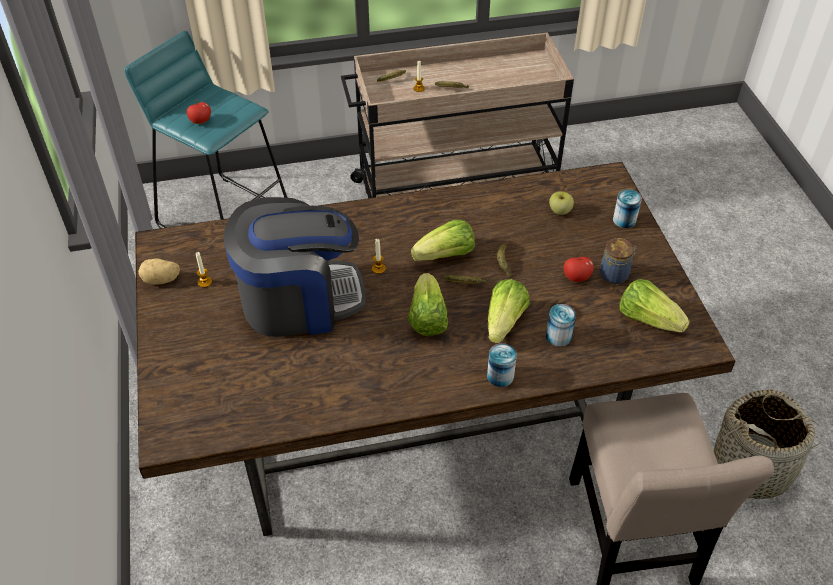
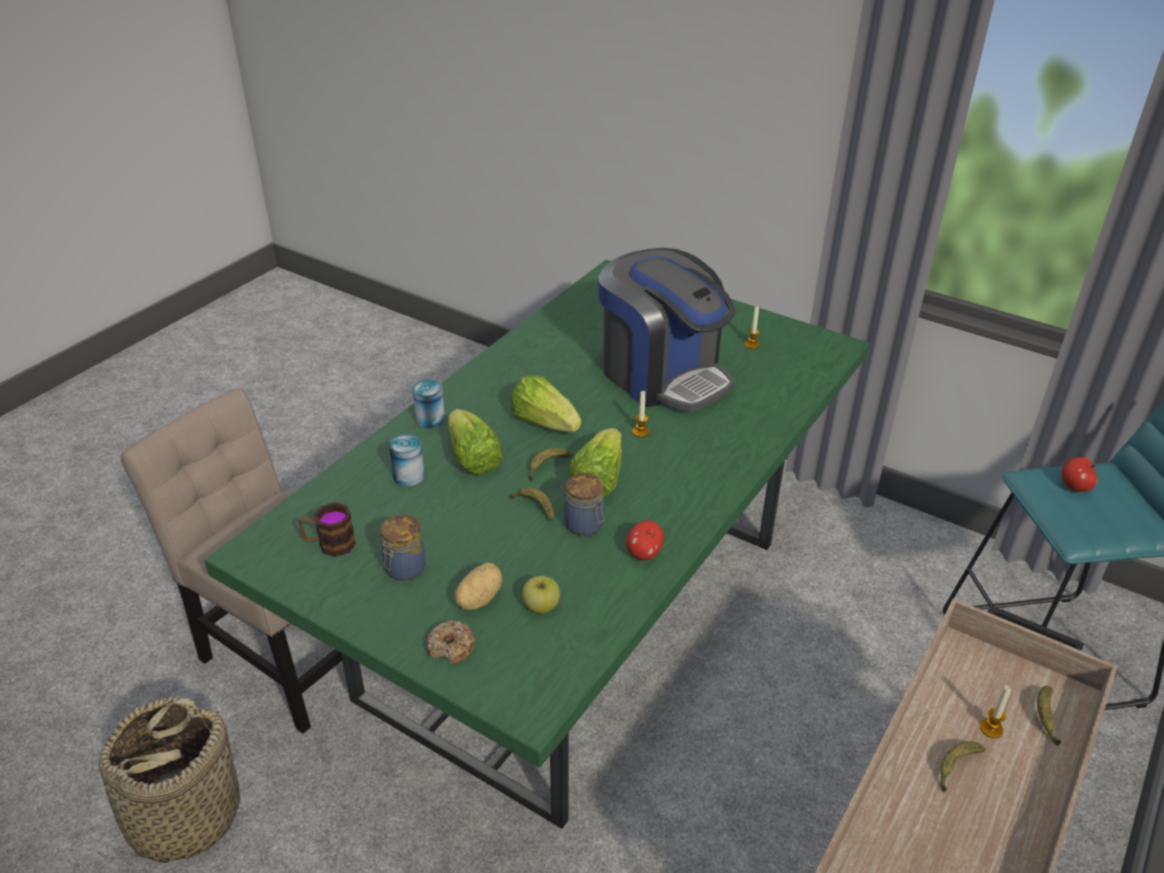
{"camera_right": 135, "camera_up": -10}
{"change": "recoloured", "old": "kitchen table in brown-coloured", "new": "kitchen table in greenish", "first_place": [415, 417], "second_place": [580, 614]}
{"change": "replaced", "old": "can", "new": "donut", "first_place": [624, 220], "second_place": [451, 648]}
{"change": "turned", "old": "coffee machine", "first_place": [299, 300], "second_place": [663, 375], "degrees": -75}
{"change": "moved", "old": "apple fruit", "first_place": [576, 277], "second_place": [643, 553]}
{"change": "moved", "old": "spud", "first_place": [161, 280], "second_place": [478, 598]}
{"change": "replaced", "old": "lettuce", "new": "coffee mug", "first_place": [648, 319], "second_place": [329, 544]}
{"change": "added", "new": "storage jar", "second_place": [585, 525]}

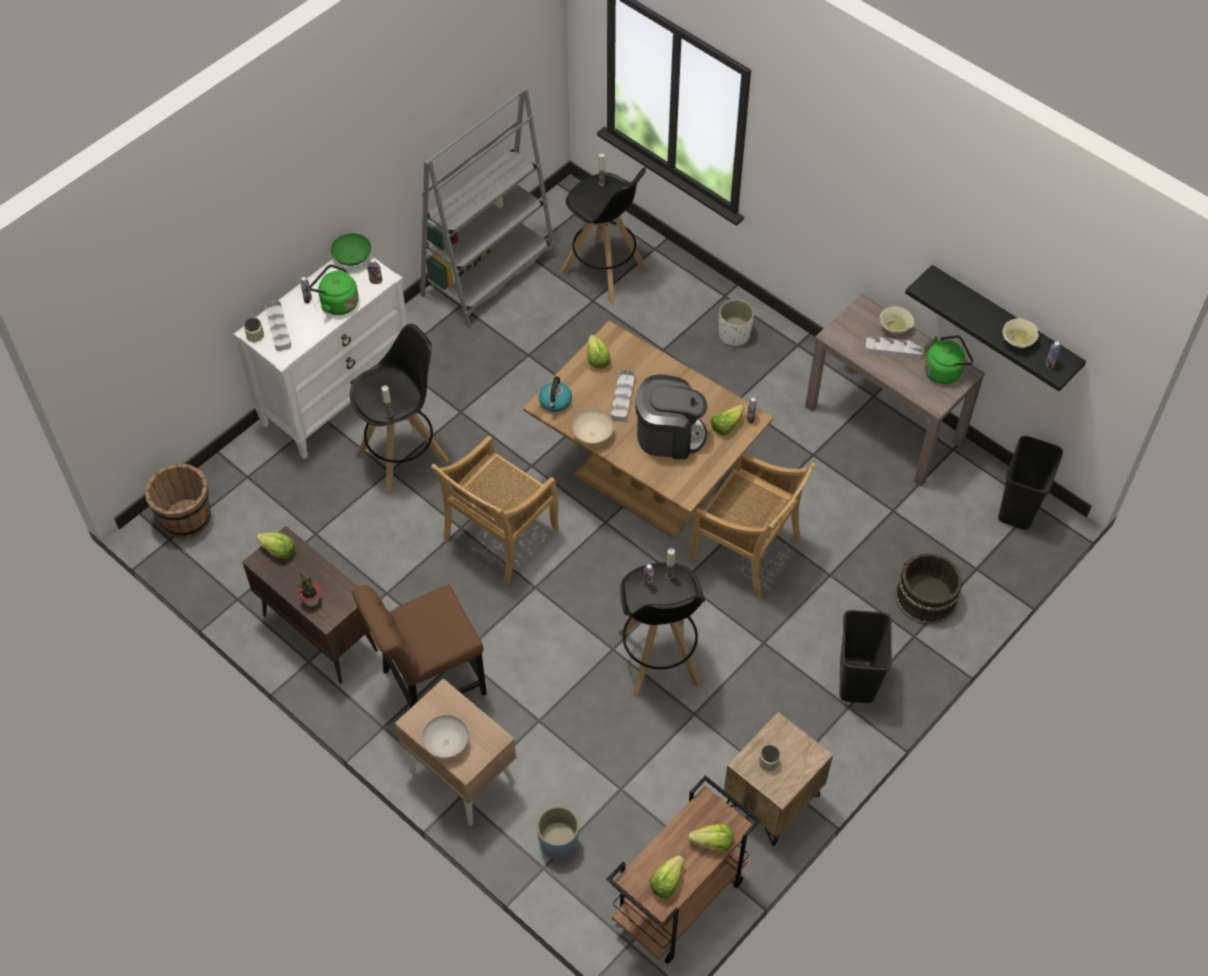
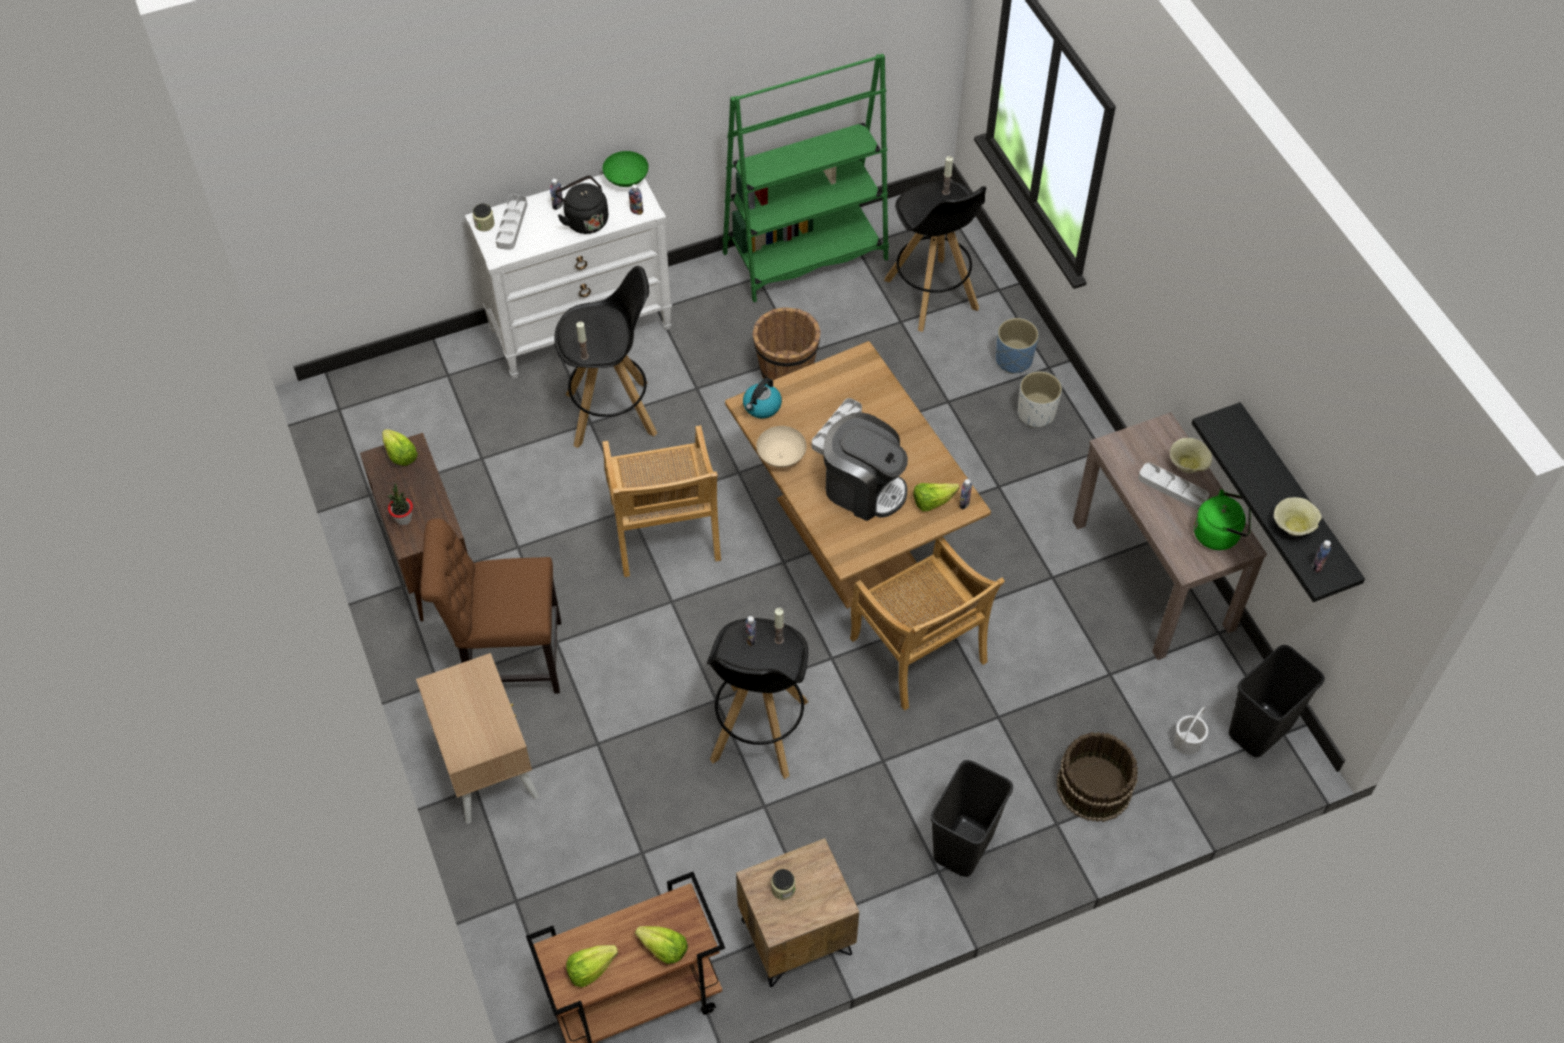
{"camera_right": 25, "camera_up": 0}
{"change": "recoloured", "old": "bookcase in grey", "new": "bookcase in greenish", "first_place": [489, 275], "second_place": [805, 256]}
{"change": "recoloured", "old": "water kettle in greenish", "new": "water kettle in black-coloured", "first_place": [337, 303], "second_place": [585, 220]}
{"change": "removed", "old": "lettuce", "first_place": [597, 359]}
{"change": "turned", "old": "plain chair in beige-coloured", "first_place": [500, 535], "second_place": [665, 533], "degrees": -75}
{"change": "moved", "old": "pail in brown-coloured", "first_place": [186, 518], "second_place": [786, 370]}
{"change": "removed", "old": "bowl in white-coloured", "first_place": [446, 744]}
{"change": "moved", "old": "plant pot in bluish", "first_place": [558, 842], "second_place": [1013, 359]}
{"change": "added", "new": "pail in white-coloured", "second_place": [1187, 742]}

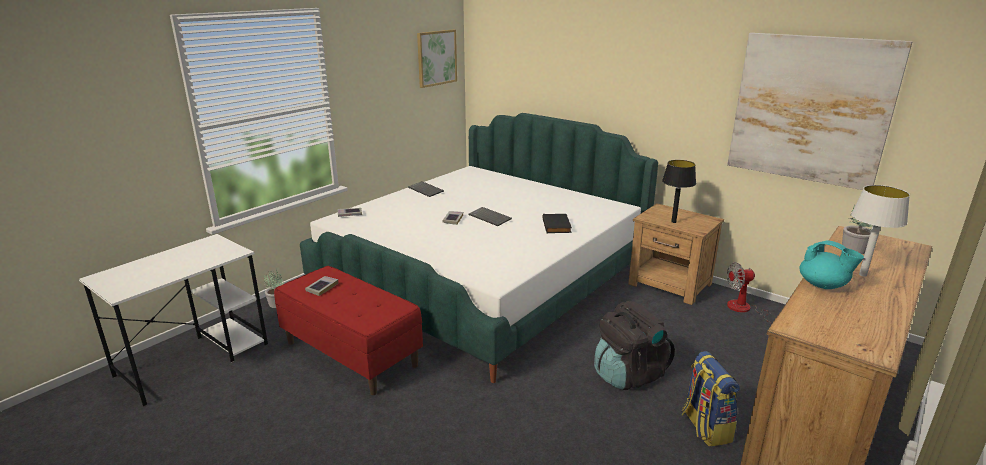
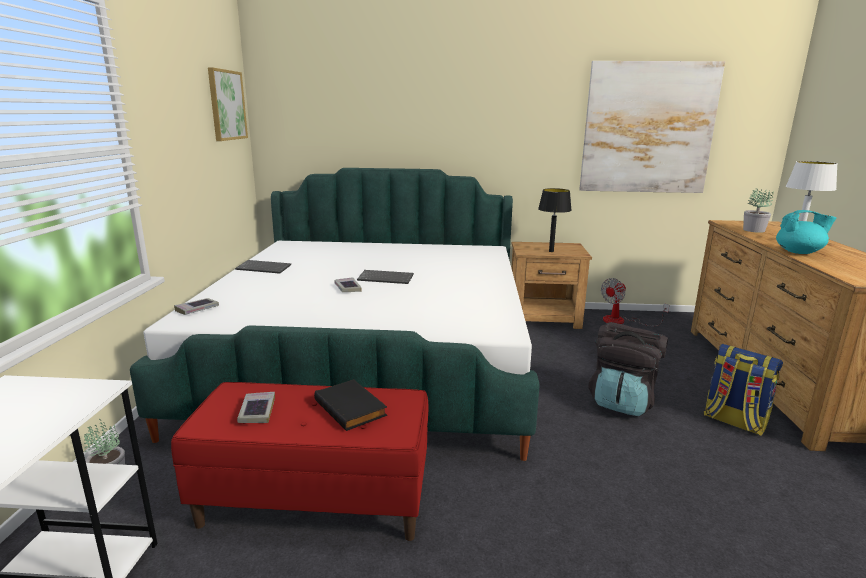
{"camera_right": -35, "camera_up": -5}
{"change": "moved", "old": "book in black-coloured", "first_place": [557, 226], "second_place": [352, 408]}

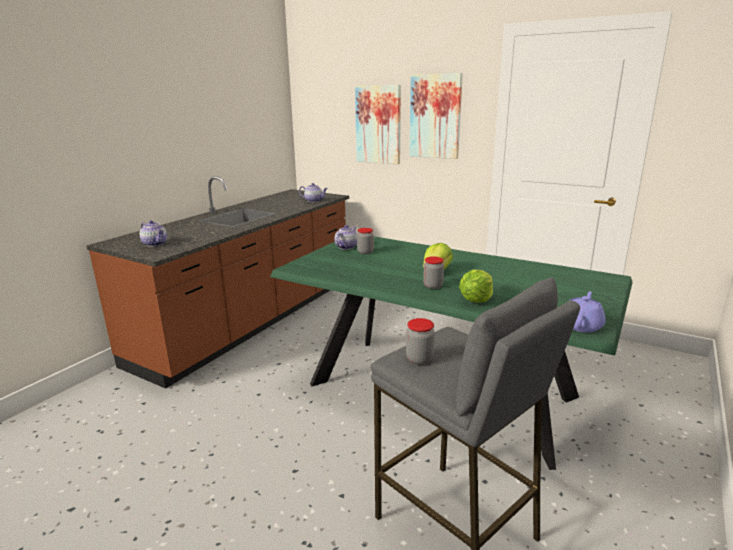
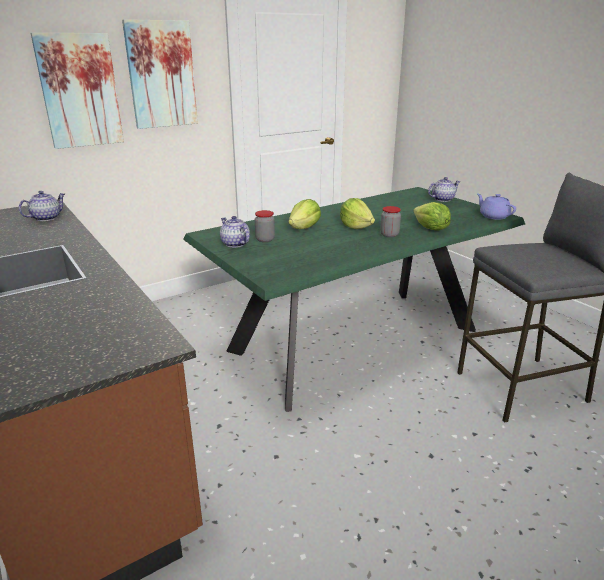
{"camera_right": -65, "camera_up": 5}
{"change": "moved", "old": "tea pot", "first_place": [155, 244], "second_place": [442, 199]}
{"change": "removed", "old": "storage jar", "first_place": [419, 359]}
{"change": "added", "new": "lettuce", "second_place": [304, 228]}

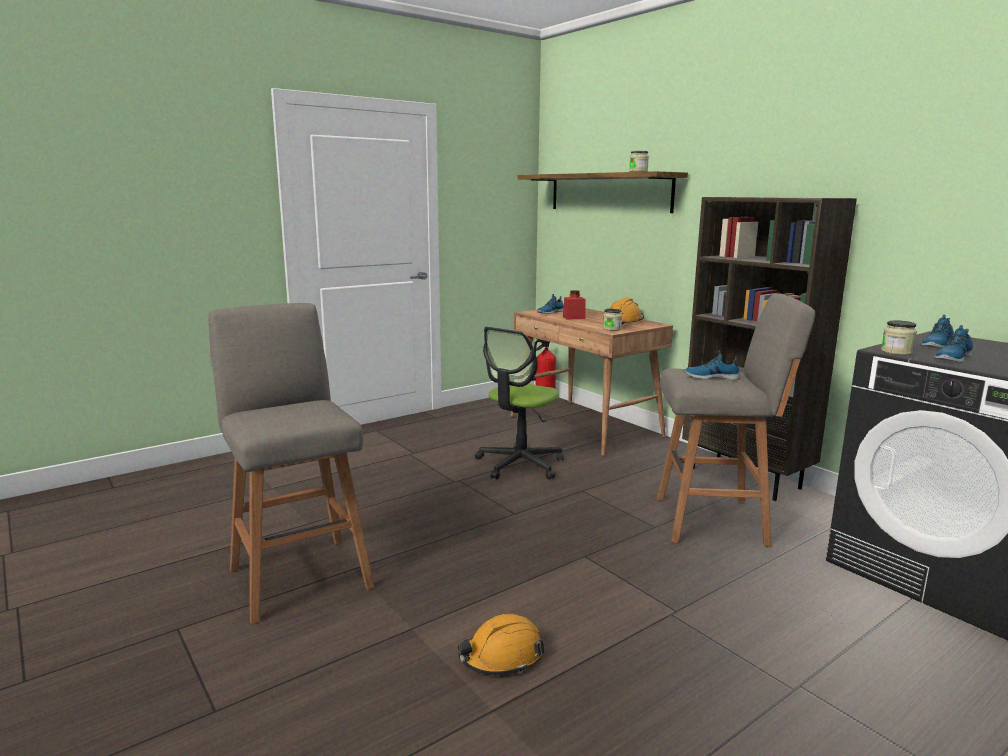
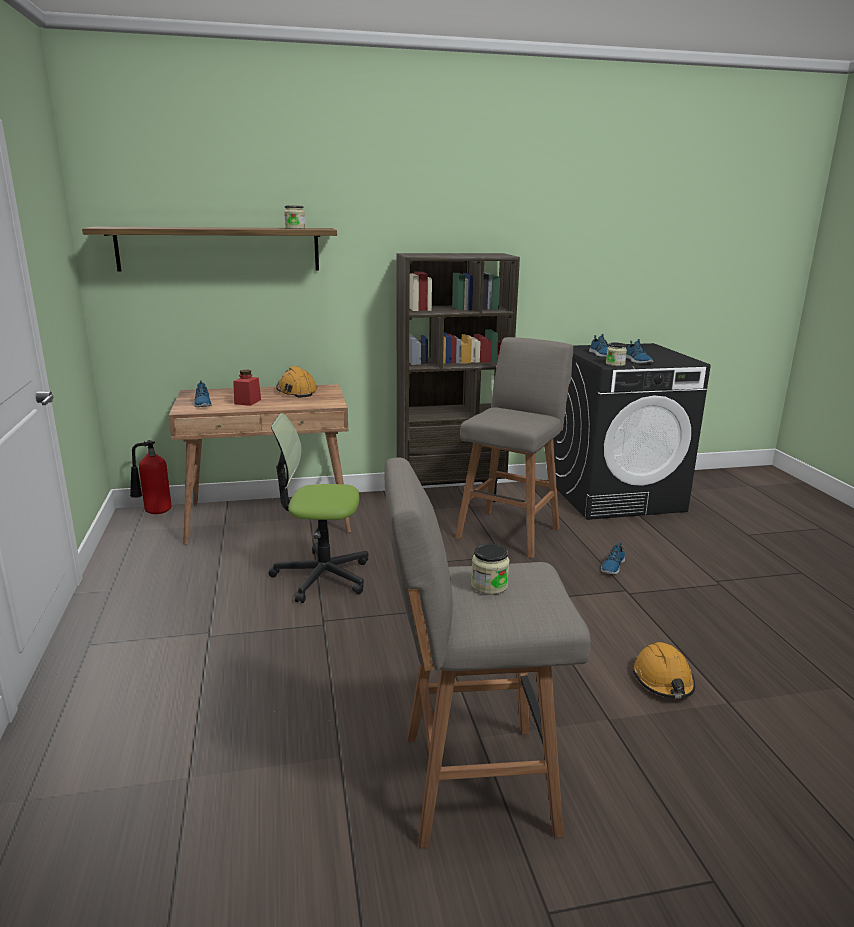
{"camera_right": -65, "camera_up": 5}
{"change": "moved", "old": "storage jar", "first_place": [611, 329], "second_place": [489, 585]}
{"change": "turned", "old": "office chair", "first_place": [520, 464], "second_place": [321, 576], "degrees": 120}
{"change": "moved", "old": "low shoe", "first_place": [711, 377], "second_place": [612, 566]}

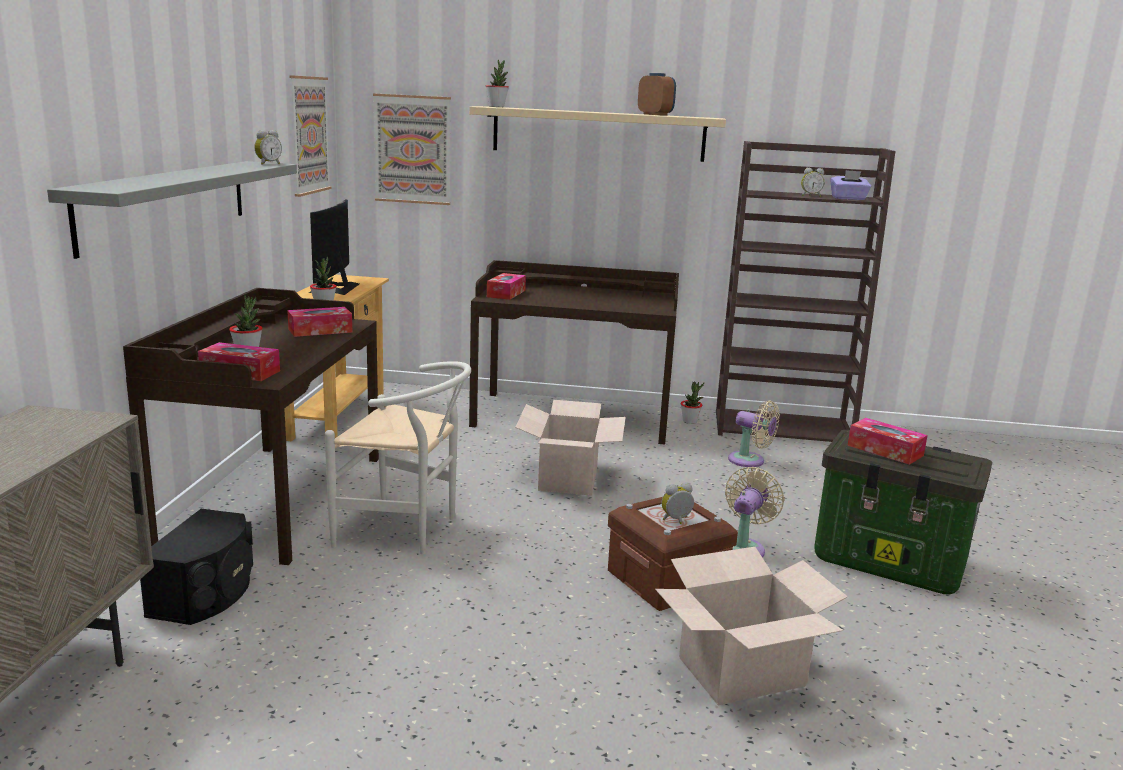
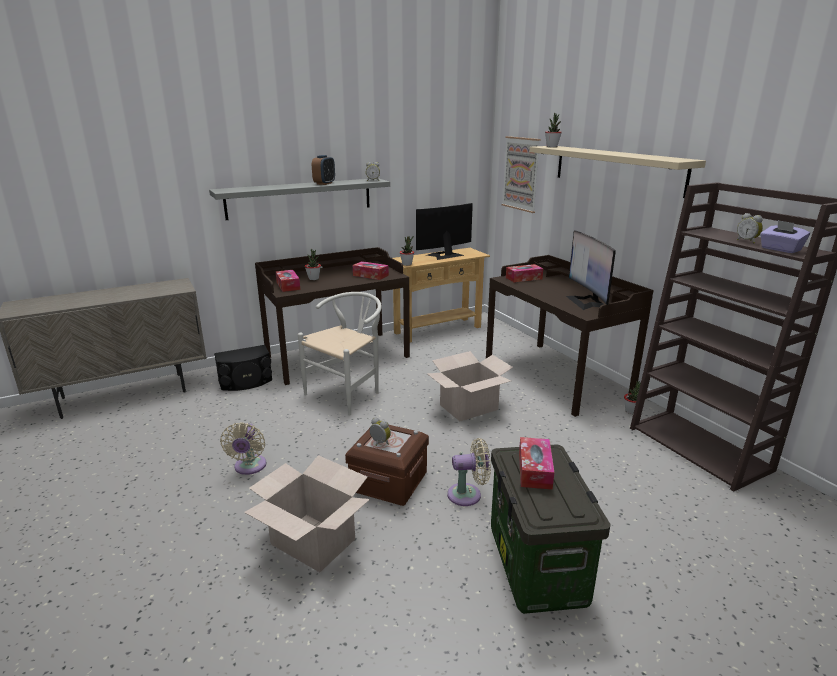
{"camera_right": 55, "camera_up": 5}
{"change": "moved", "old": "table clock", "first_place": [655, 114], "second_place": [324, 183]}
{"change": "removed", "old": "picture", "first_place": [309, 135]}
{"change": "turned", "old": "plain chair in white-coloured", "first_place": [406, 530], "second_place": [348, 393], "degrees": -120}
{"change": "moved", "old": "cooling fan in beige-coloured", "first_place": [750, 461], "second_place": [249, 467]}
{"change": "added", "new": "monitor", "second_place": [587, 302]}

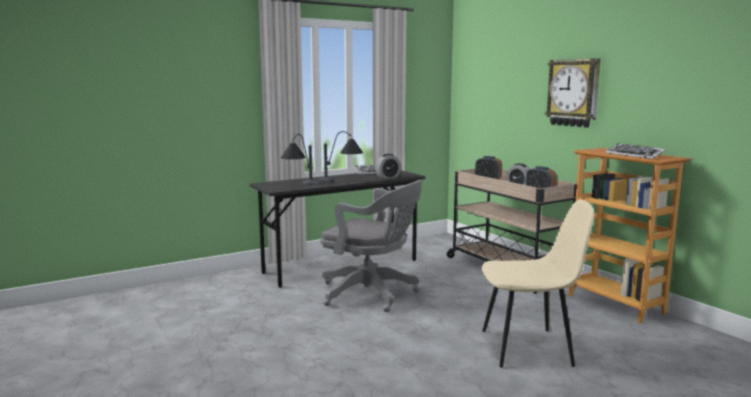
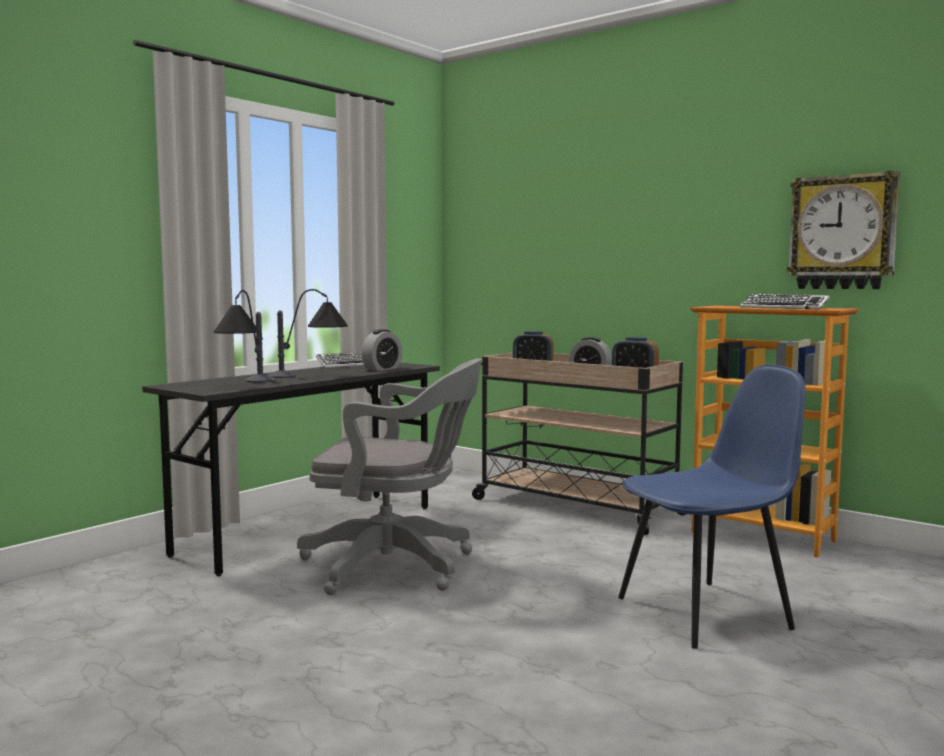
{"camera_right": -20, "camera_up": -5}
{"change": "moved", "old": "clock on the wall", "first_place": [573, 93], "second_place": [842, 232]}
{"change": "recoloured", "old": "plain chair in beige-coloured", "new": "plain chair in bluish", "first_place": [528, 348], "second_place": [707, 613]}

